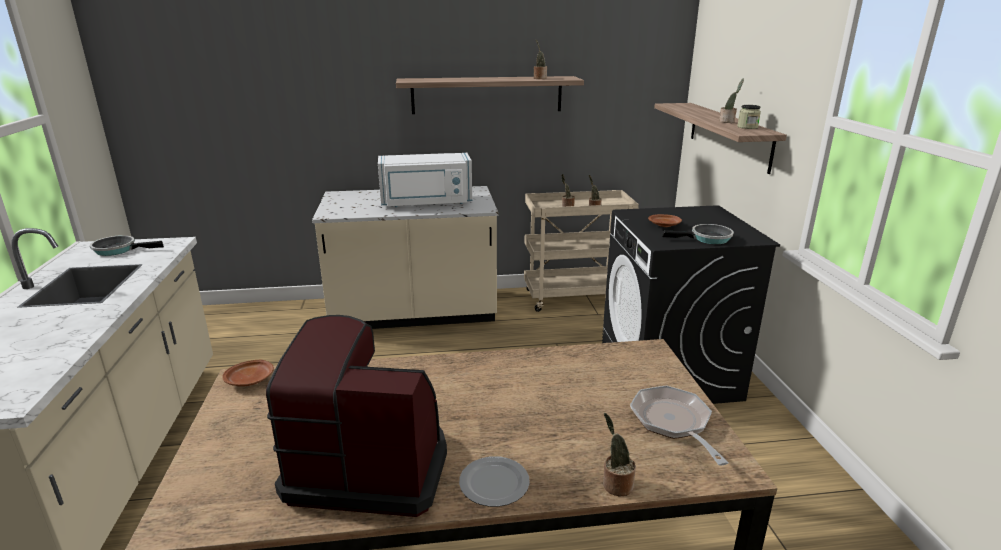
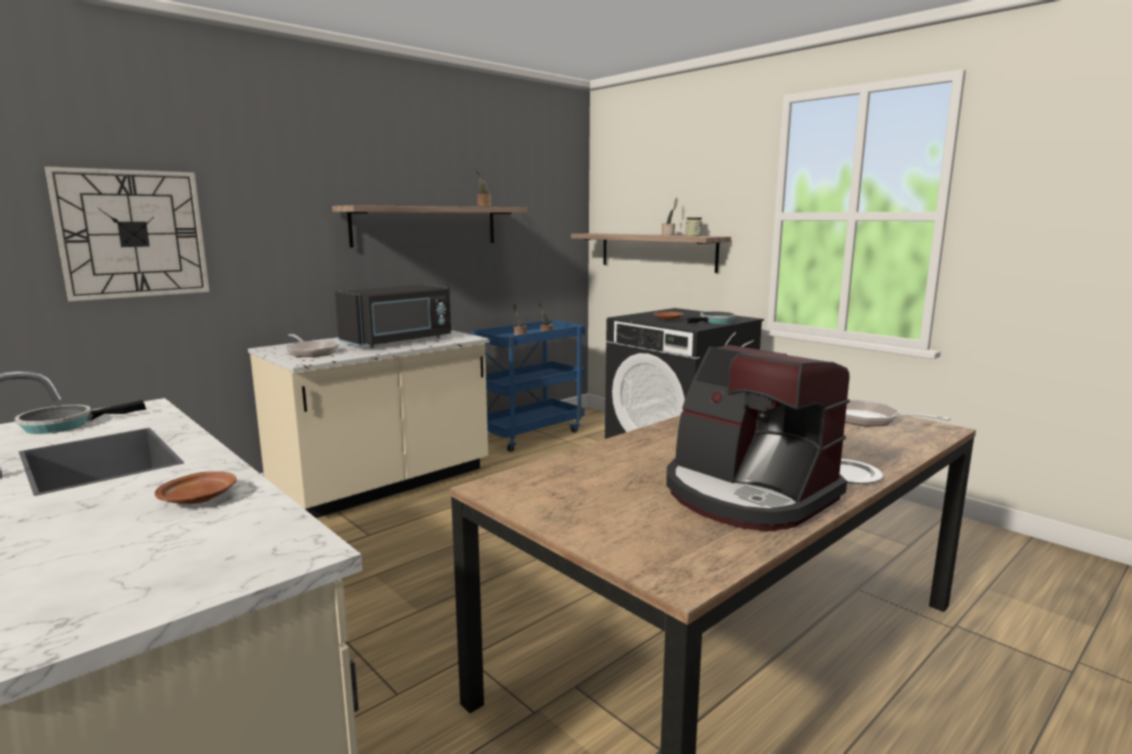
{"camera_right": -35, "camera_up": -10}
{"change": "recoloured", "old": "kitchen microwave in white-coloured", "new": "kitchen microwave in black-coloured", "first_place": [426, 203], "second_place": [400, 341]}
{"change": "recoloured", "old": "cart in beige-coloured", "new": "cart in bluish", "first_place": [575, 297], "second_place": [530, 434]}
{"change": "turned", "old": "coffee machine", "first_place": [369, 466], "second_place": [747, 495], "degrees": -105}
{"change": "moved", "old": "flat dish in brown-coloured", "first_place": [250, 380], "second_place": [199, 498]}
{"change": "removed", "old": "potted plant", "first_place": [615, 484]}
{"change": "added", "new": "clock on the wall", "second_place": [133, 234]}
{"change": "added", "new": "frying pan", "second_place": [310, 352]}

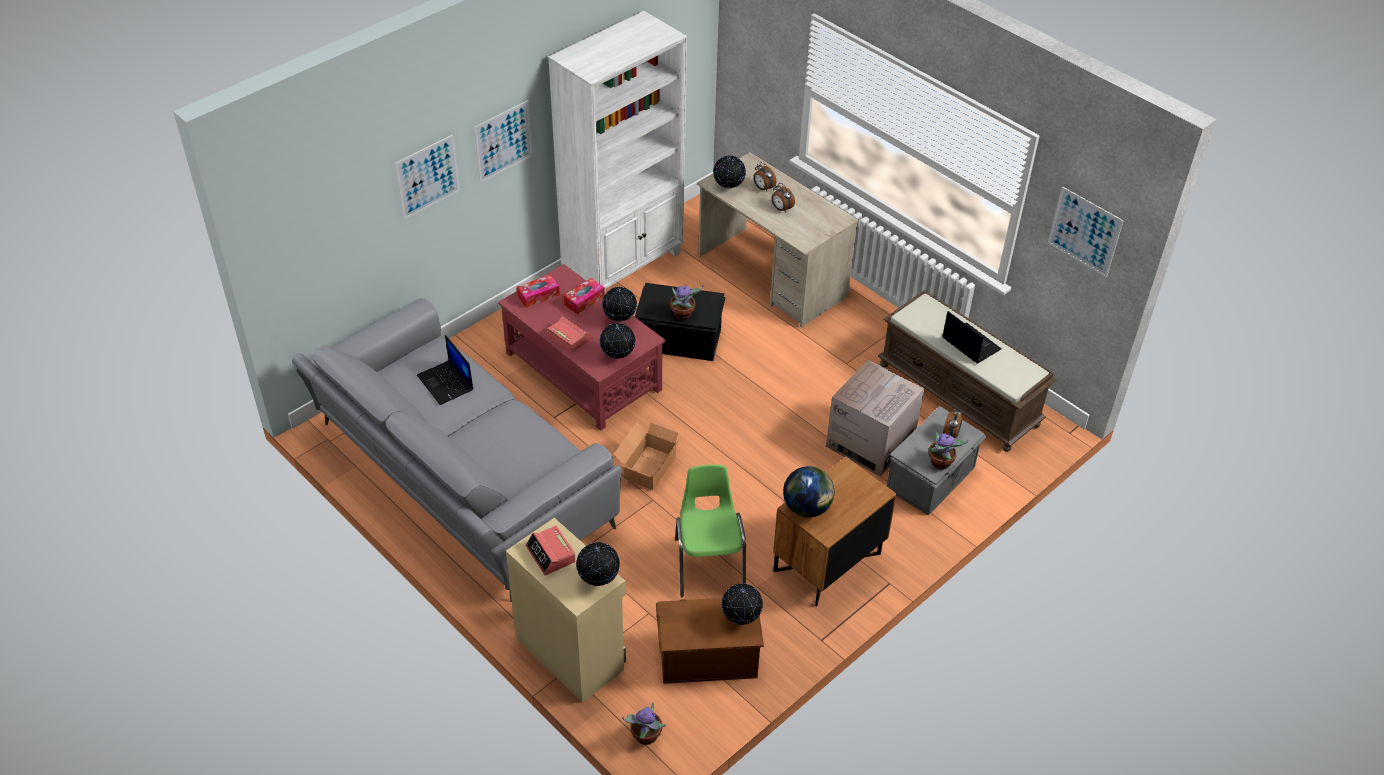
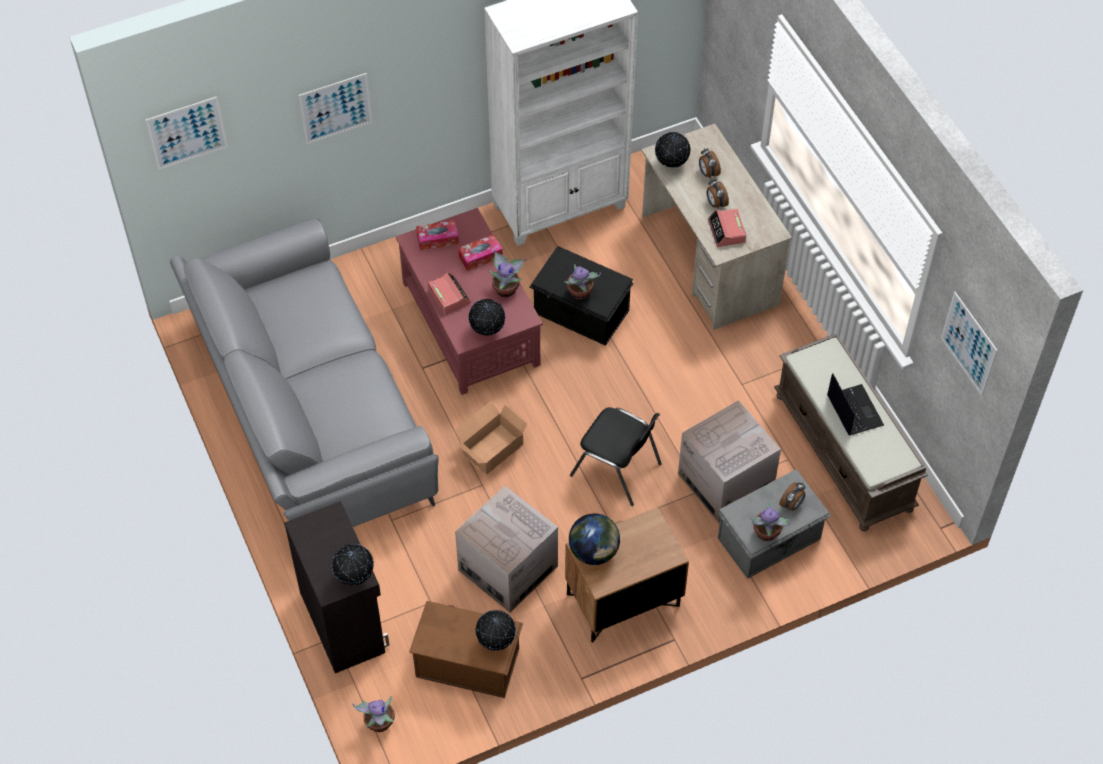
{"camera_right": 20, "camera_up": 10}
{"change": "moved", "old": "picture", "first_place": [503, 141], "second_place": [187, 133]}
{"change": "replaced", "old": "world globe", "new": "potted plant", "first_place": [620, 320], "second_place": [506, 289]}
{"change": "removed", "old": "laptop", "first_place": [446, 383]}
{"change": "replaced", "old": "plain chair in greenish", "new": "cardboard box", "first_place": [709, 564], "second_place": [508, 568]}
{"change": "recoloured", "old": "storage cabinet in beige-coloured", "new": "storage cabinet in black-coloured", "first_place": [570, 652], "second_place": [343, 620]}
{"change": "moved", "old": "table clock", "first_place": [551, 554], "second_place": [726, 231]}
{"change": "added", "new": "plain chair in black-coloured", "second_place": [617, 470]}

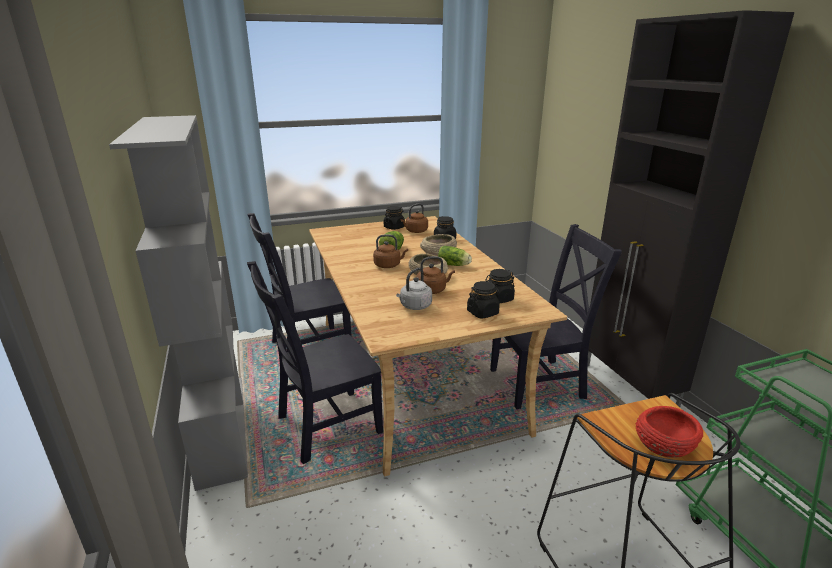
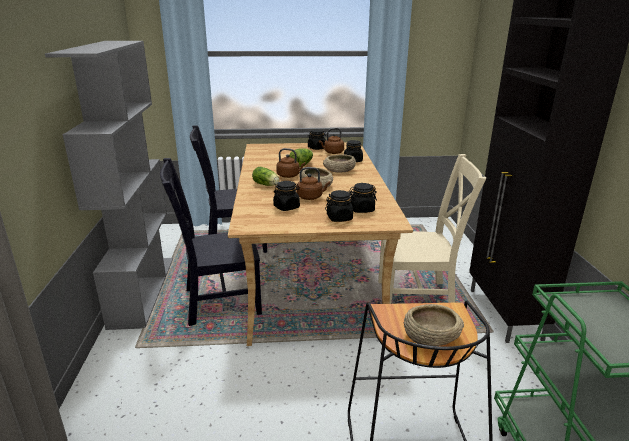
{"camera_right": 15, "camera_up": 0}
{"change": "recoloured", "old": "plain chair in black-coloured", "new": "plain chair in beige-coloured", "first_place": [540, 383], "second_place": [418, 299]}
{"change": "moved", "old": "lettuce", "first_place": [454, 265], "second_place": [267, 185]}
{"change": "replaced", "old": "water kettle in grey", "new": "storage jar in black-coloured", "first_place": [414, 306], "second_place": [286, 207]}
{"change": "recoloured", "old": "bowl in reddish", "new": "bowl in beige-coloured", "first_place": [664, 442], "second_place": [430, 336]}

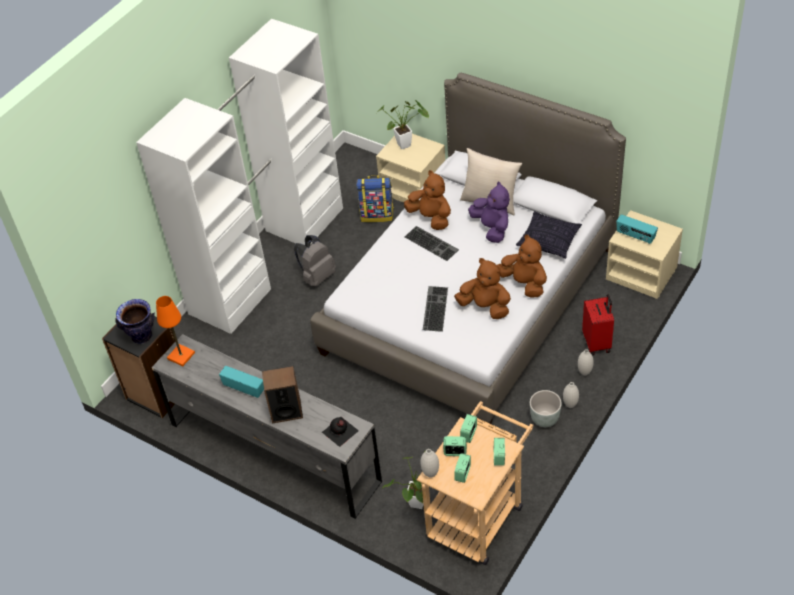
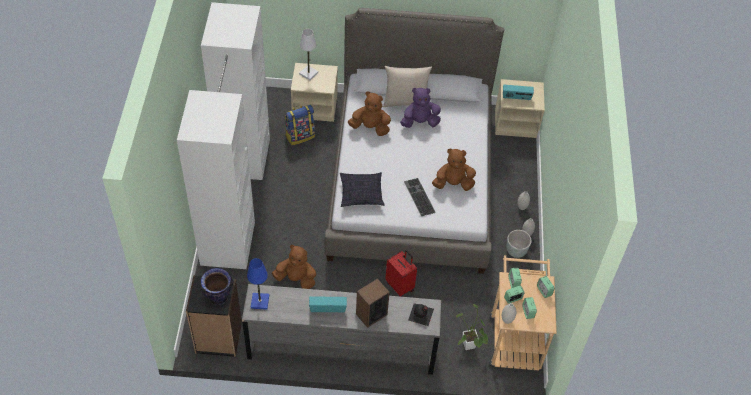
{"camera_right": -35, "camera_up": 5}
{"change": "replaced", "old": "potted plant", "new": "table lamp in white-coloured", "first_place": [407, 144], "second_place": [308, 73]}
{"change": "turned", "old": "cuddly toy in purplish", "first_place": [492, 228], "second_place": [420, 122], "degrees": -45}
{"change": "moved", "old": "throw pillow", "first_place": [549, 241], "second_place": [361, 194]}
{"change": "removed", "old": "computer keyboard", "first_place": [432, 243]}
{"change": "removed", "old": "knapsack in grey", "first_place": [317, 276]}
{"change": "moved", "old": "cuddly toy in brown-coloured", "first_place": [524, 283], "second_place": [296, 279]}
{"change": "moved", "old": "travel case in reddish", "first_place": [597, 343], "second_place": [400, 286]}
{"change": "recoloured", "old": "table lamp in orangey", "new": "table lamp in bluish", "first_place": [181, 356], "second_place": [260, 301]}

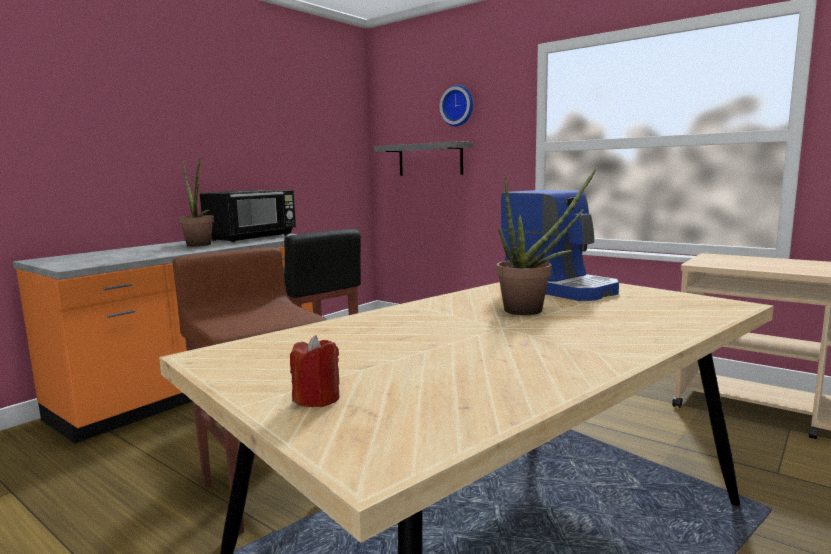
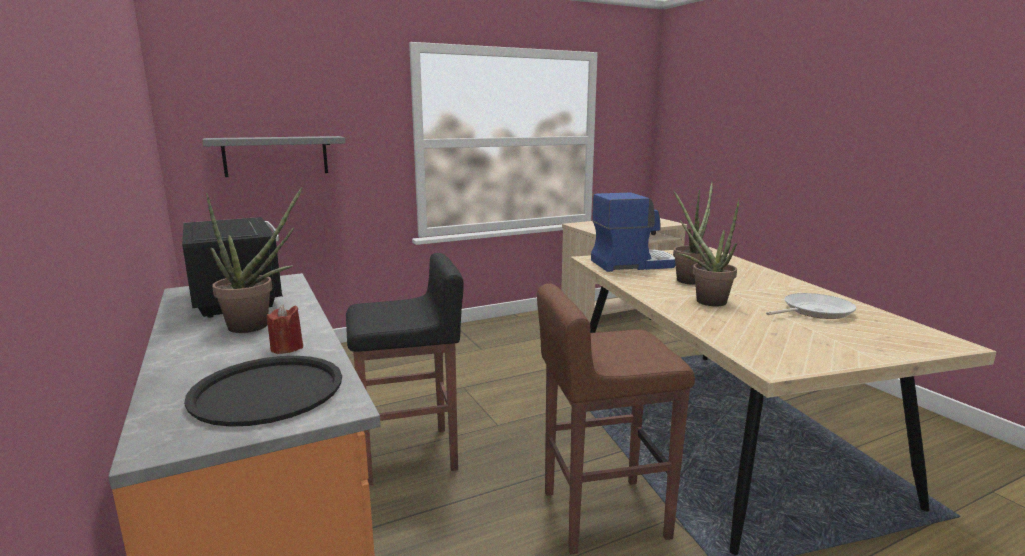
{"camera_right": -65, "camera_up": 5}
{"change": "removed", "old": "clock on the wall", "first_place": [458, 106]}
{"change": "moved", "old": "candle in reddish", "first_place": [317, 399], "second_place": [287, 348]}
{"change": "added", "new": "potted plant", "second_place": [704, 300]}
{"change": "added", "new": "frying pan", "second_place": [814, 311]}
{"change": "added", "new": "serving tray in black-coloured", "second_place": [267, 391]}

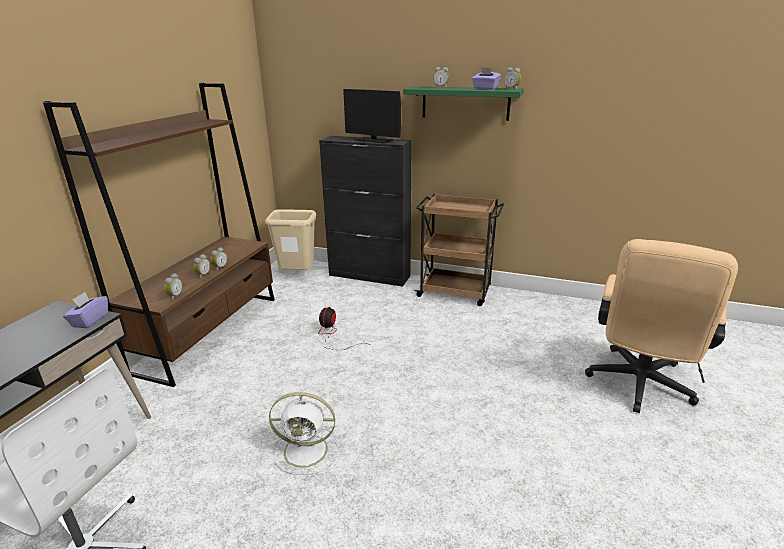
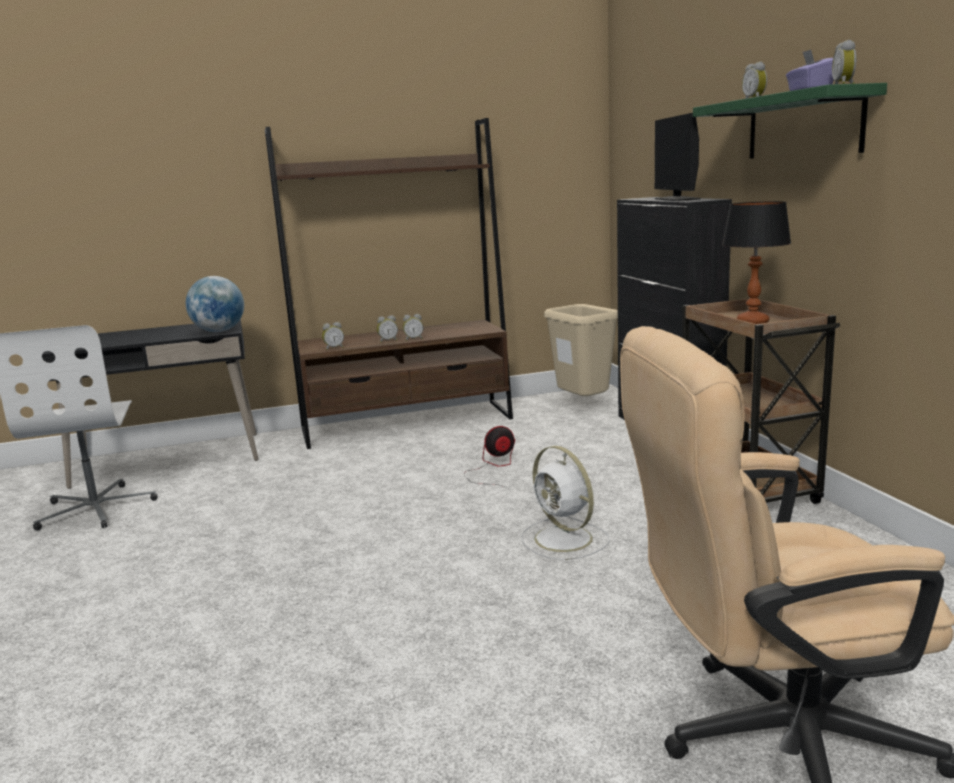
{"camera_right": 55, "camera_up": -10}
{"change": "replaced", "old": "box of tissues in purplish", "new": "world globe", "first_place": [90, 320], "second_place": [219, 331]}
{"change": "moved", "old": "cooling fan in white-coloured", "first_place": [308, 450], "second_place": [565, 539]}
{"change": "added", "new": "table lamp", "second_place": [752, 322]}

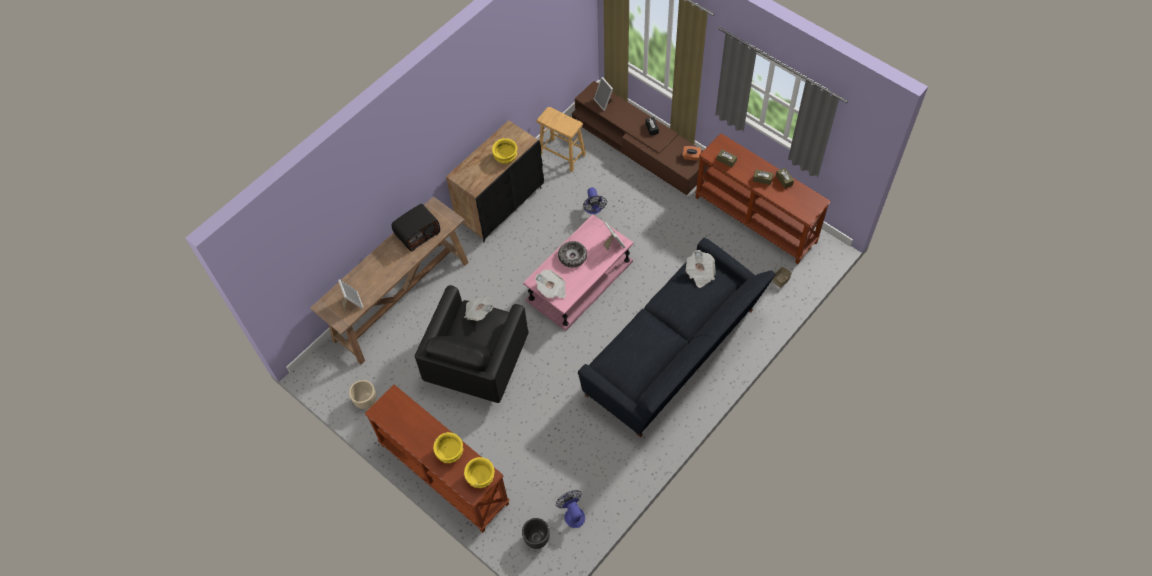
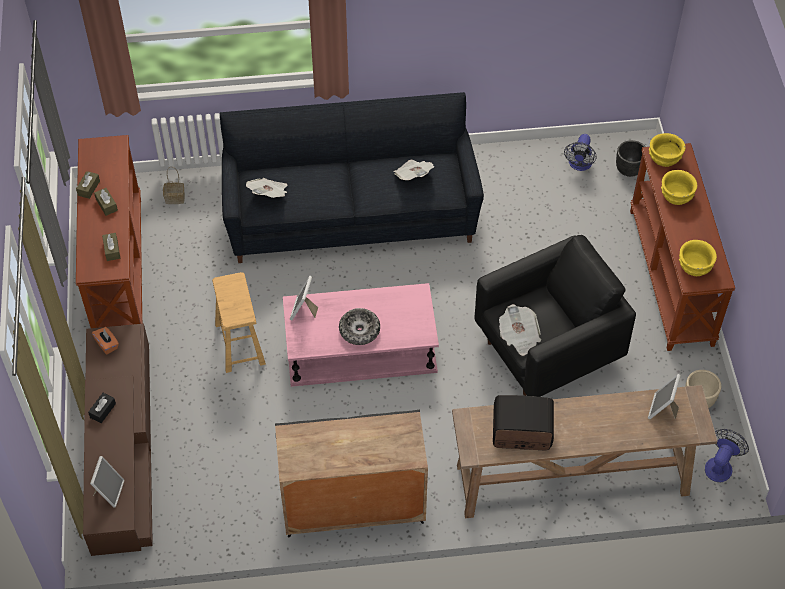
{"camera_right": -140, "camera_up": -5}
{"change": "moved", "old": "stool in brown-coloured", "first_place": [562, 154], "second_place": [240, 344]}
{"change": "moved", "old": "bowl in yellowish", "first_place": [505, 157], "second_place": [694, 266]}
{"change": "moved", "old": "cooling fan", "first_place": [594, 209], "second_place": [720, 465]}
{"change": "moved", "old": "daily paper", "first_place": [552, 289], "second_place": [413, 176]}

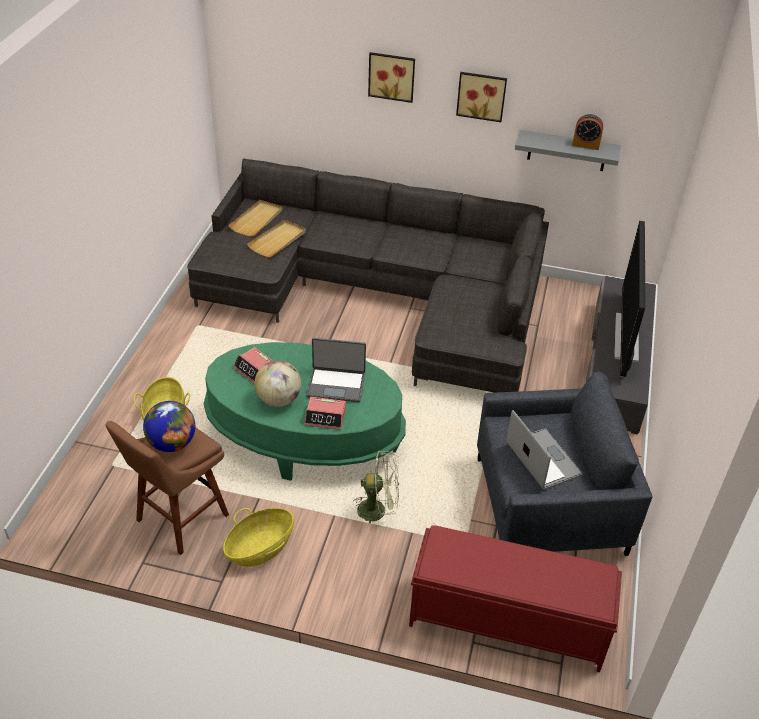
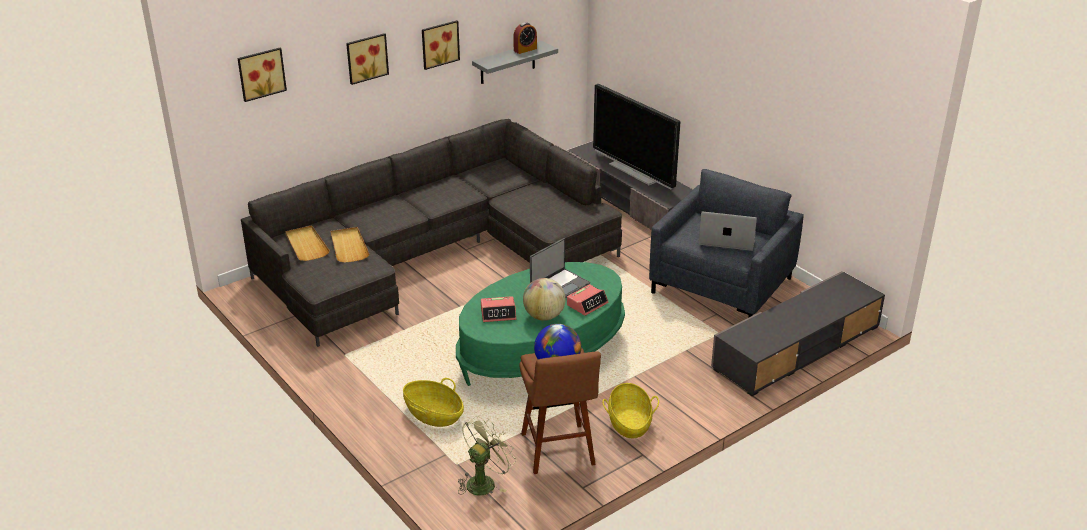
{"camera_right": -50, "camera_up": -10}
{"change": "moved", "old": "cooling fan in greenish", "first_place": [378, 510], "second_place": [484, 481]}
{"change": "replaced", "old": "long seat in reddish", "new": "media console in grey", "first_place": [506, 621], "second_place": [796, 347]}
{"change": "added", "new": "picture", "second_place": [261, 73]}

